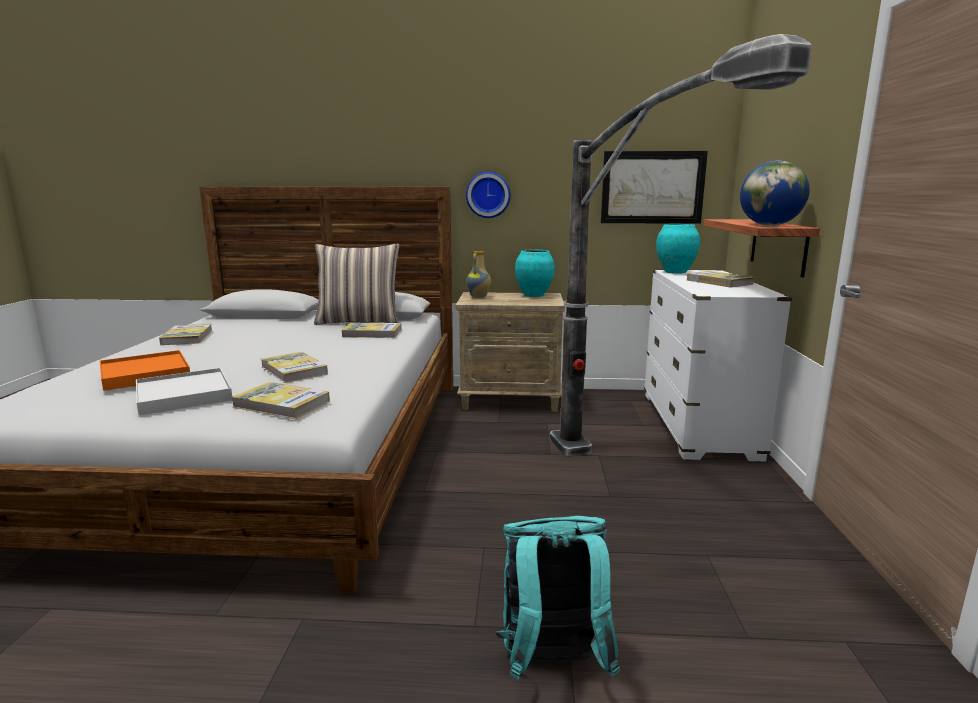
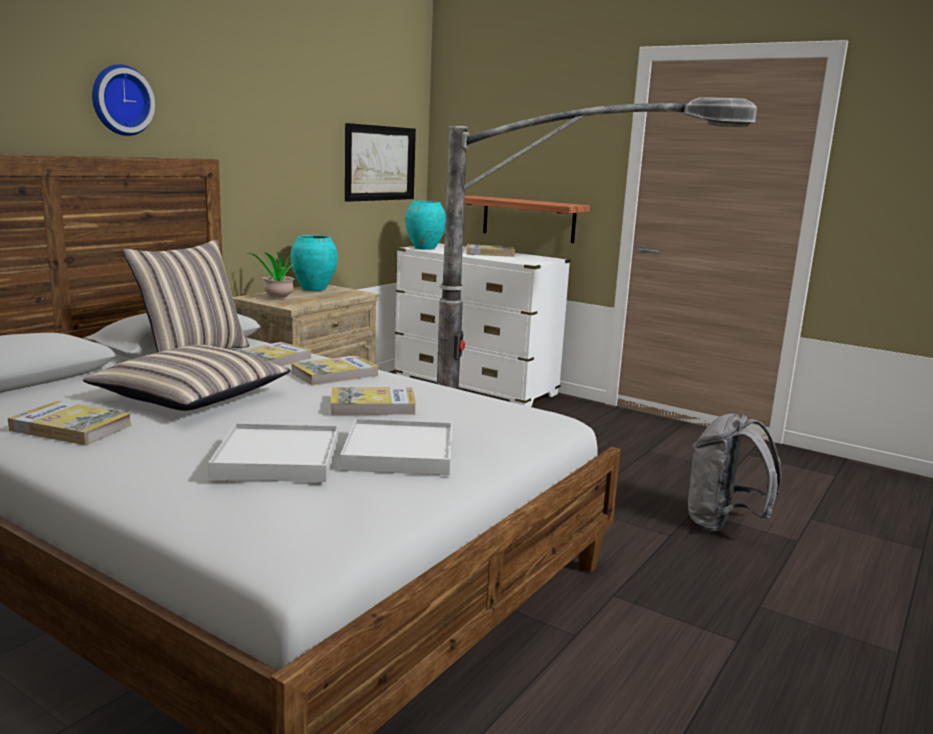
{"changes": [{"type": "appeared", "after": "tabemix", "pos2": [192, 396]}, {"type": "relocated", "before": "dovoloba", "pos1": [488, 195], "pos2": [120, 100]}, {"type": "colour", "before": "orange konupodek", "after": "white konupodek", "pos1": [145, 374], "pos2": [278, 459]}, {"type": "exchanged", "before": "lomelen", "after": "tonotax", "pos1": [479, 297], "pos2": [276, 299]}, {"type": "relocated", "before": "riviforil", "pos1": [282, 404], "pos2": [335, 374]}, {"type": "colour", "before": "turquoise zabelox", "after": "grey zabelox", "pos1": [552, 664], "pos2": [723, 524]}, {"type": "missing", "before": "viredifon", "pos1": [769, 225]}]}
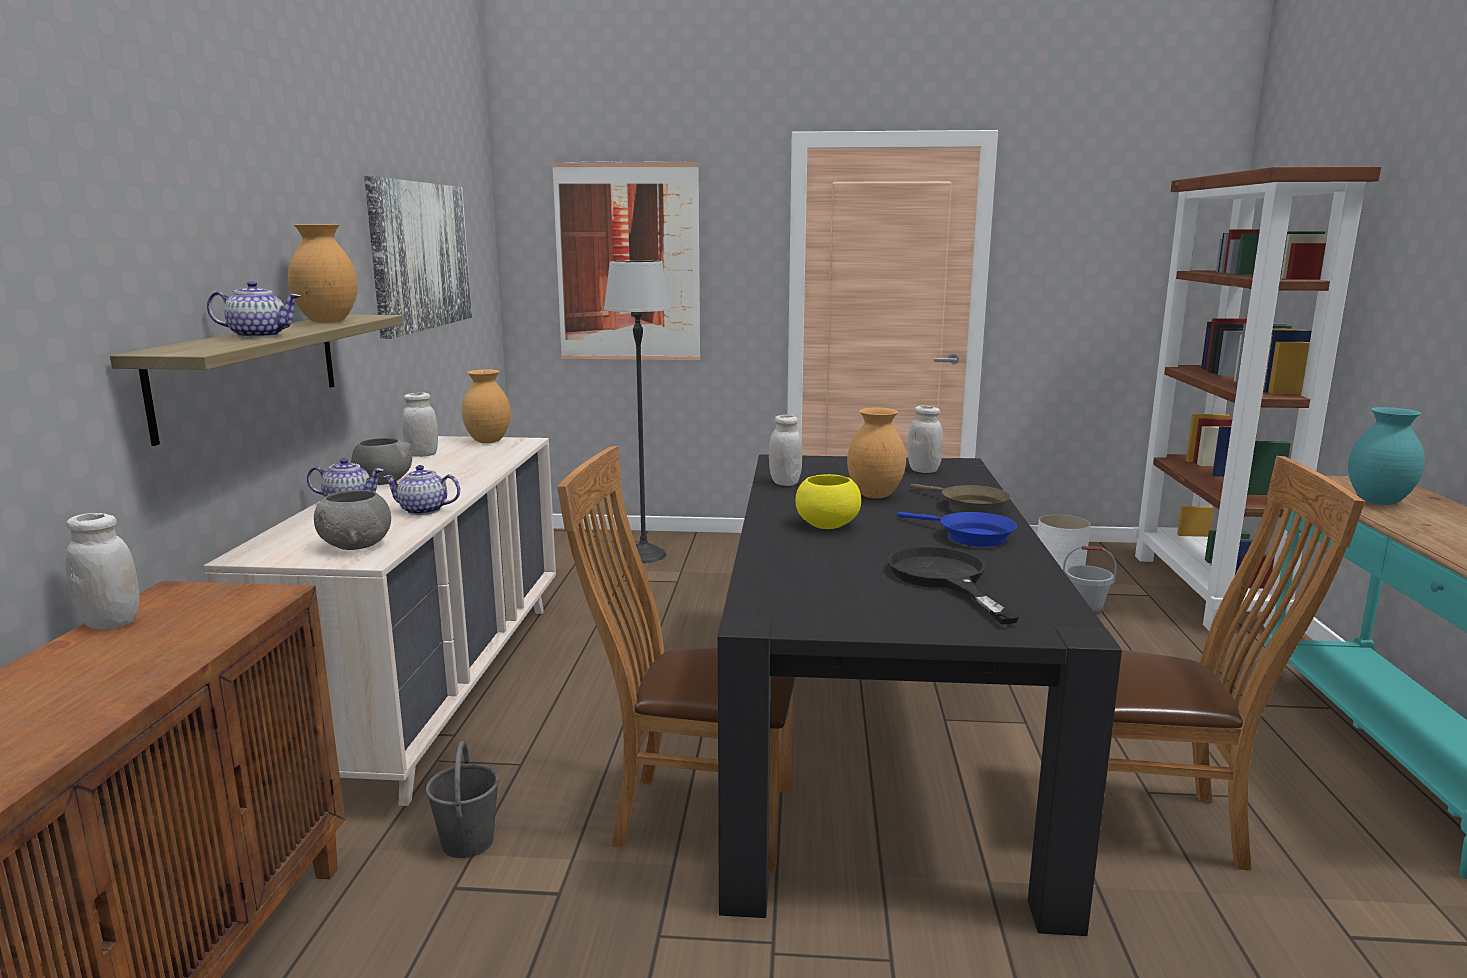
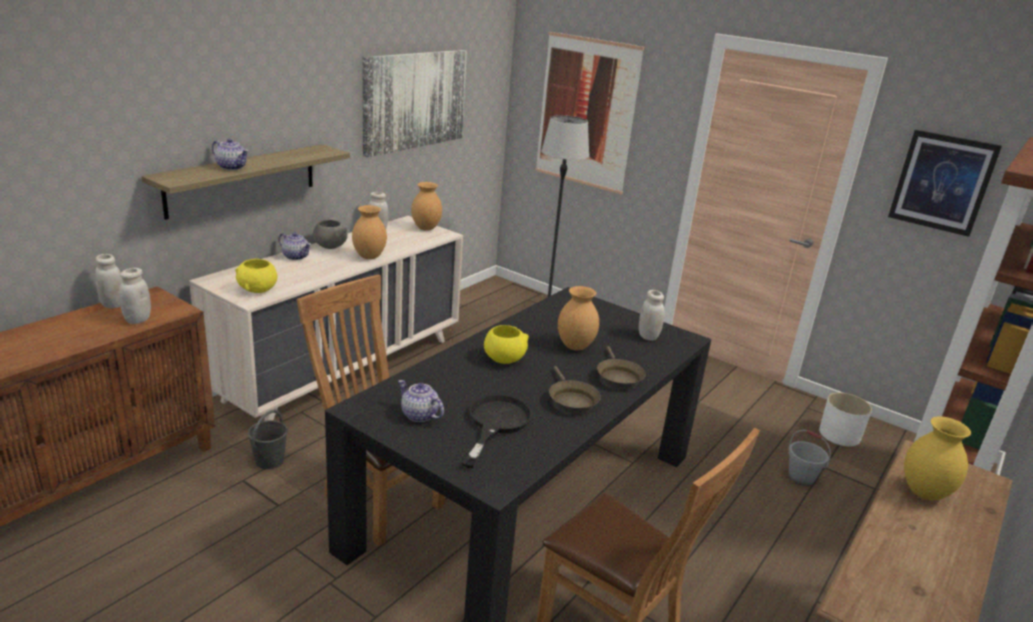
{"changes": [{"type": "relocated", "before": "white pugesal", "pos1": [785, 483], "pos2": [137, 319]}, {"type": "colour", "before": "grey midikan", "after": "yellow midikan", "pos1": [356, 546], "pos2": [258, 290]}, {"type": "relocated", "before": "brown lomelen", "pos1": [326, 322], "pos2": [368, 257]}, {"type": "relocated", "before": "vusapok", "pos1": [423, 510], "pos2": [419, 415]}, {"type": "colour", "before": "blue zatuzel", "after": "brown zatuzel", "pos1": [969, 536], "pos2": [571, 400]}, {"type": "appeared", "after": "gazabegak", "pos2": [942, 182]}, {"type": "colour", "before": "turquoise lomelen", "after": "yellow lomelen", "pos1": [1379, 502], "pos2": [925, 494]}]}
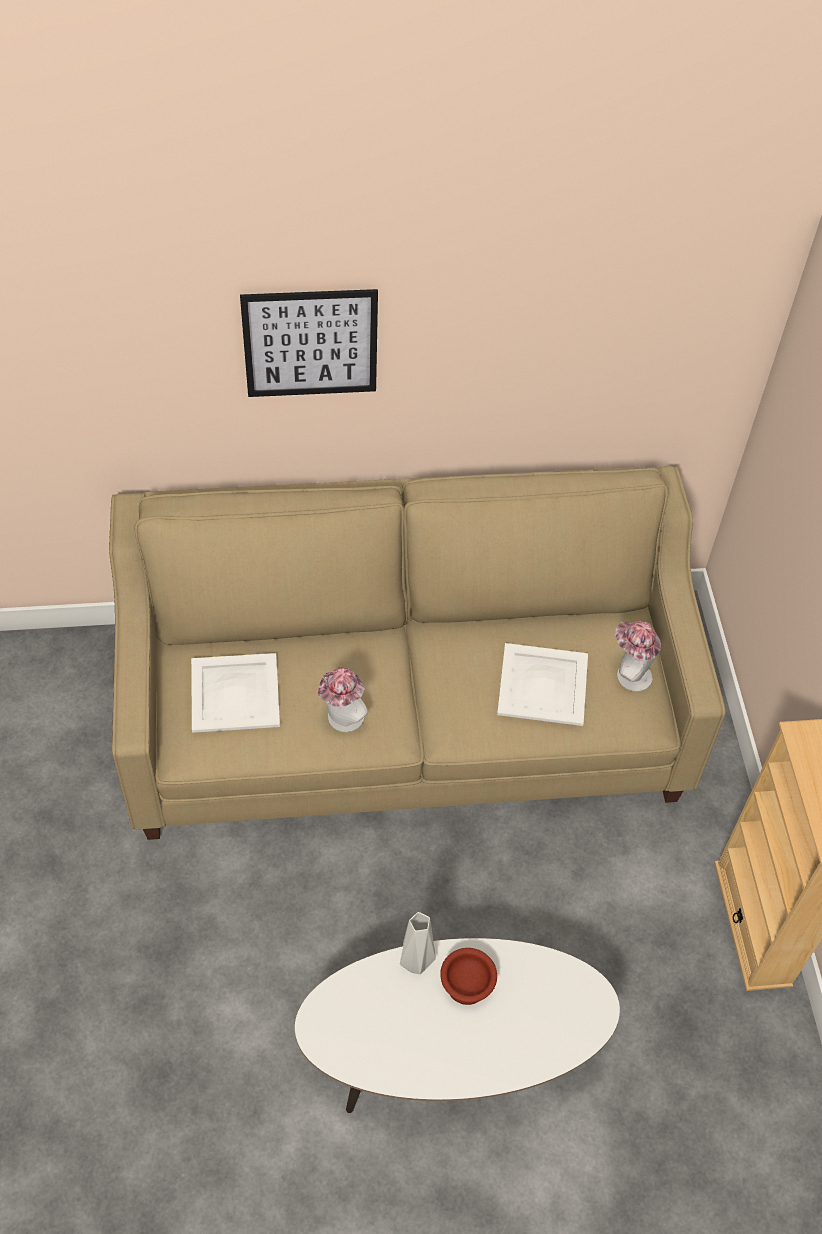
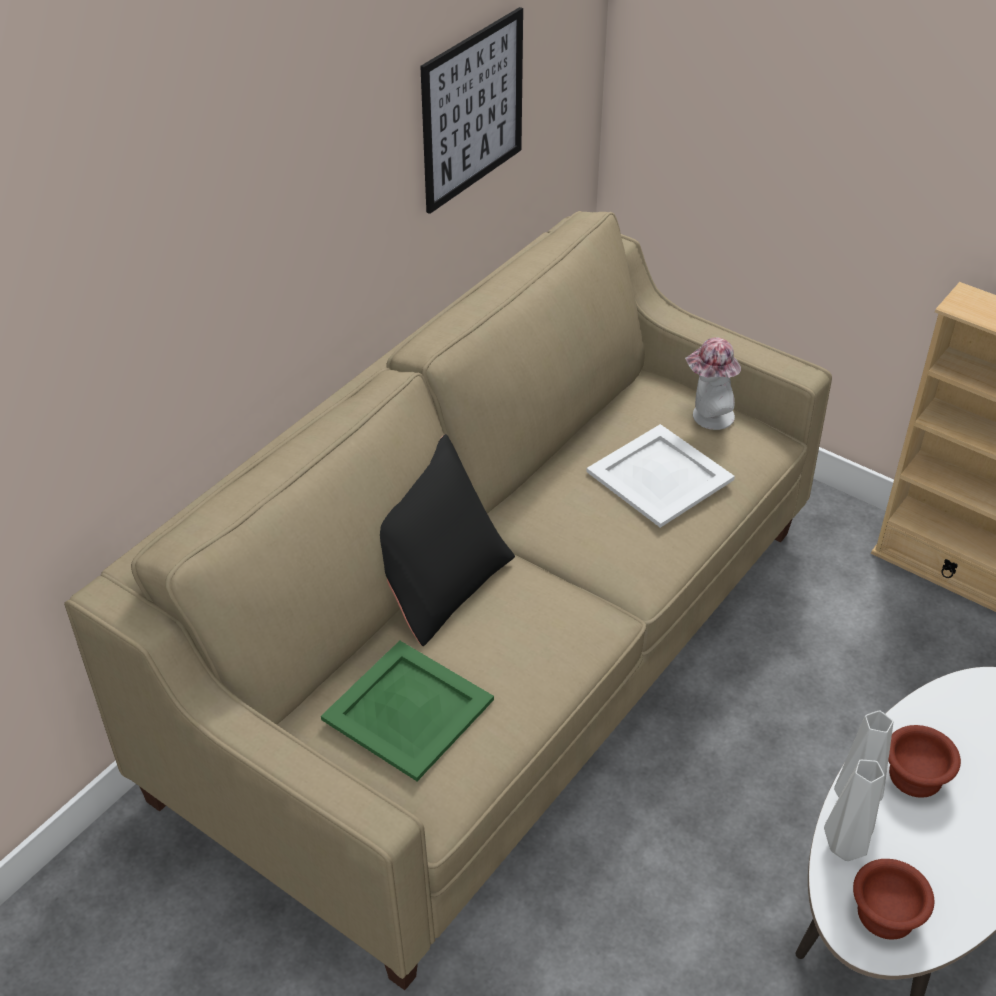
{"changes": [{"type": "colour", "before": "white konupodek", "after": "green konupodek", "pos1": [236, 692], "pos2": [408, 708]}, {"type": "appeared", "after": "black tabemix", "pos2": [436, 581]}, {"type": "relocated", "before": "gazabegak", "pos1": [310, 343], "pos2": [472, 110]}, {"type": "appeared", "after": "grey lomelen", "pos2": [844, 849]}, {"type": "appeared", "after": "brown midikan", "pos2": [884, 915]}, {"type": "missing", "before": "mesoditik", "pos1": [342, 720]}]}
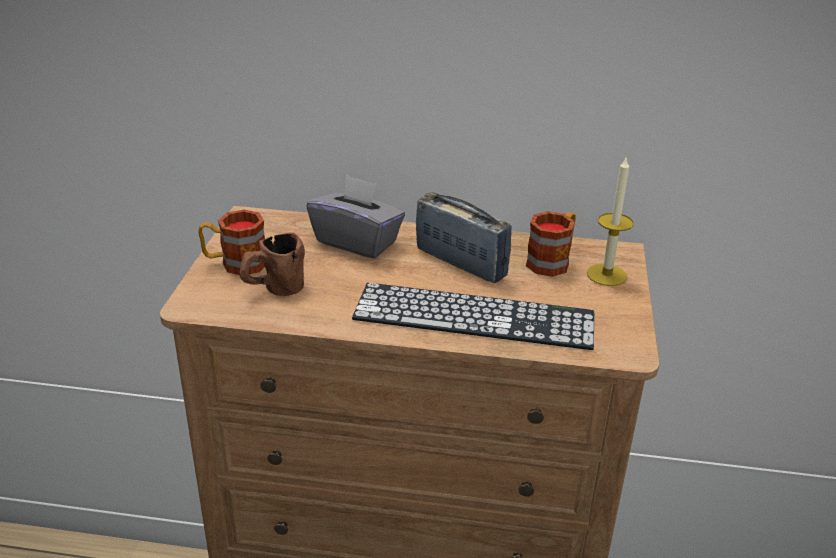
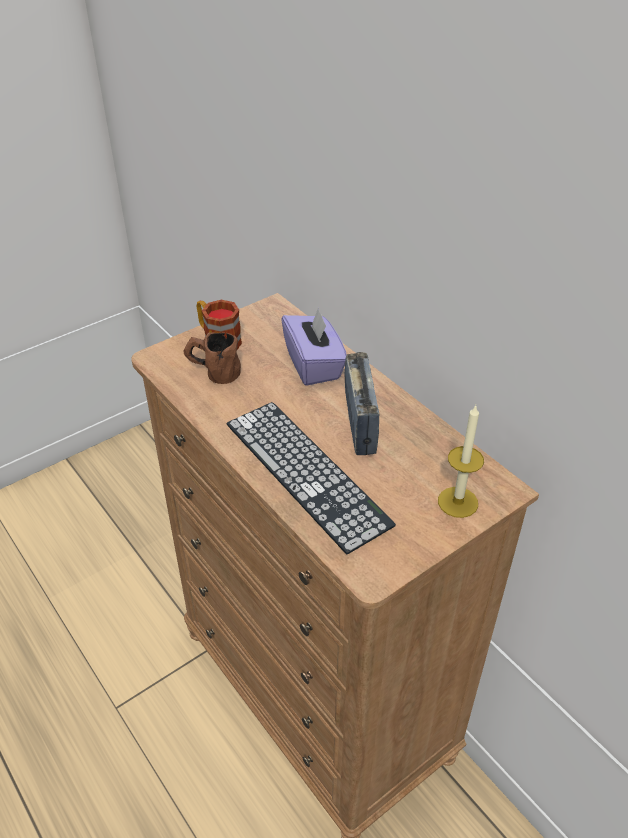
{"changes": [{"type": "colour", "before": "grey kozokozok", "after": "purple kozokozok", "pos1": [357, 242], "pos2": [314, 365]}, {"type": "missing", "before": "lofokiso", "pos1": [552, 261]}]}
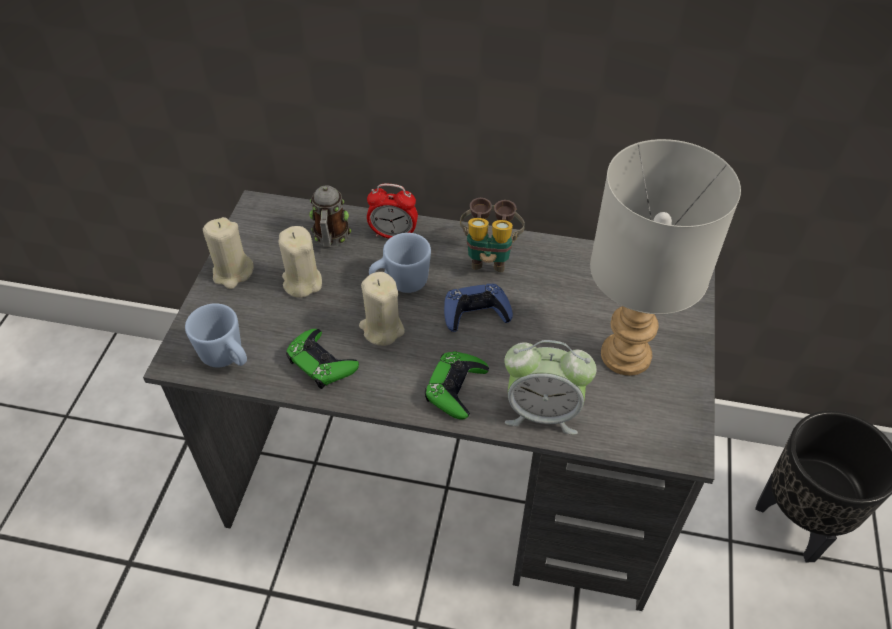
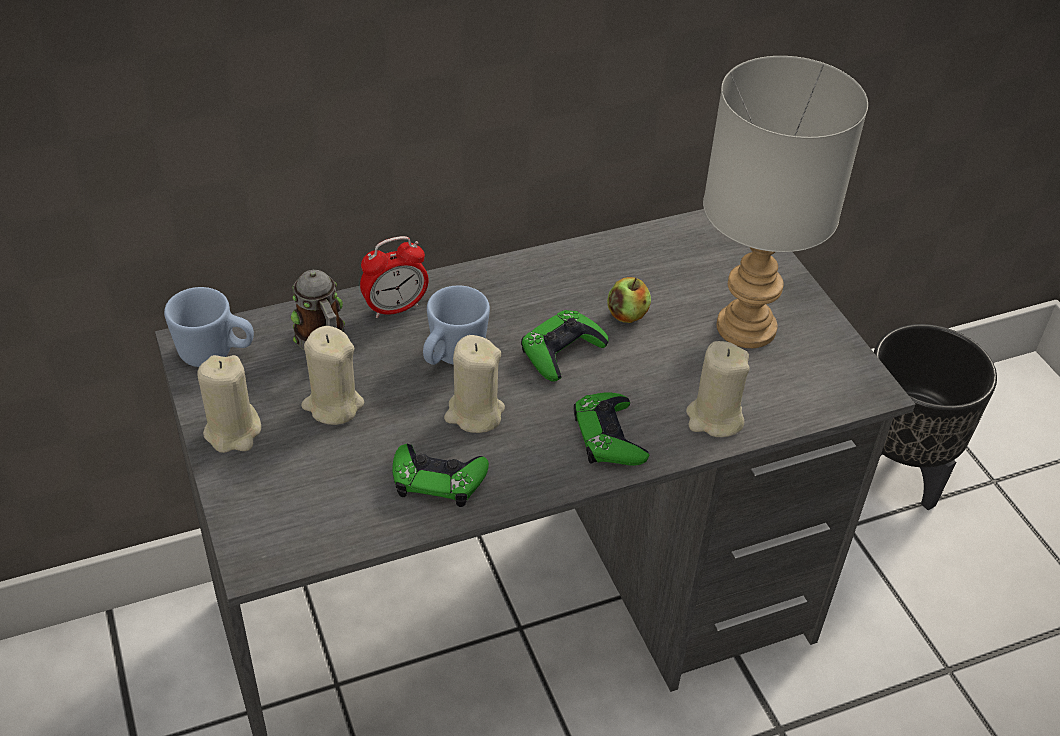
{"changes": [{"type": "relocated", "before": "blue lofokiso", "pos1": [227, 358], "pos2": [216, 354]}, {"type": "colour", "before": "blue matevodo", "after": "green matevodo", "pos1": [476, 312], "pos2": [562, 351]}, {"type": "appeared", "after": "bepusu", "pos2": [627, 315]}, {"type": "exchanged", "before": "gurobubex", "after": "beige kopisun", "pos1": [542, 412], "pos2": [714, 418]}, {"type": "missing", "before": "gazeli", "pos1": [489, 256]}]}
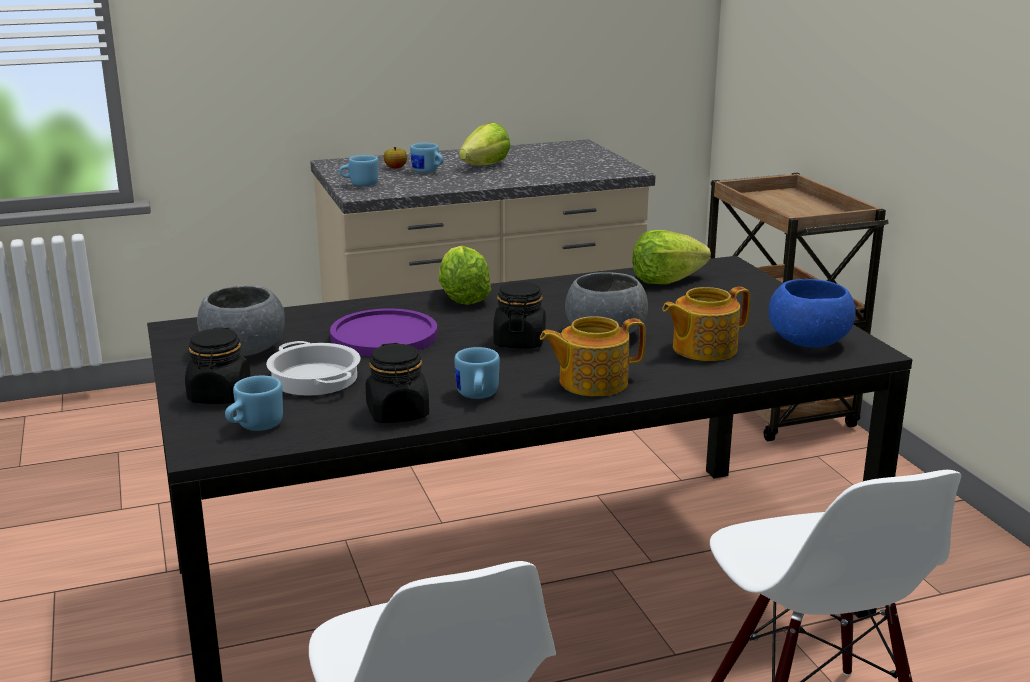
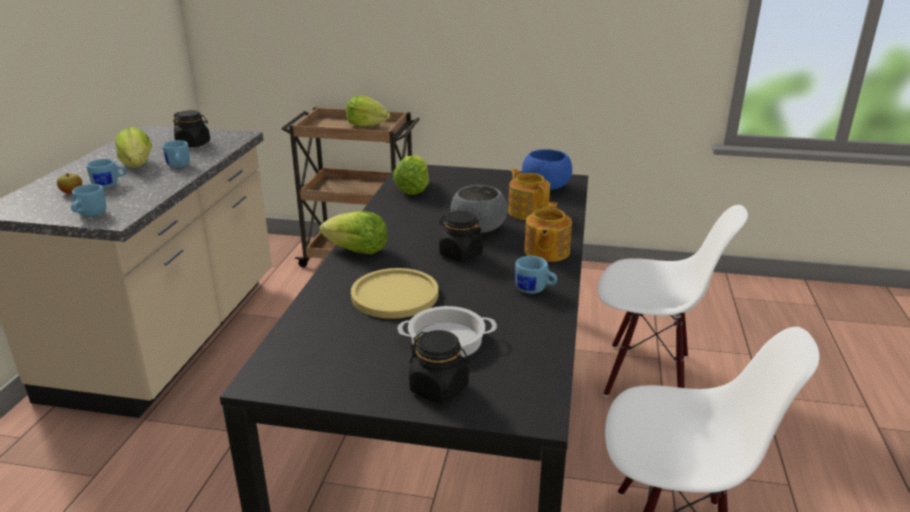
{"changes": [{"type": "relocated", "before": "blue lofokiso", "pos1": [254, 427], "pos2": [178, 166]}, {"type": "relocated", "before": "black pugesal", "pos1": [398, 413], "pos2": [193, 144]}, {"type": "appeared", "after": "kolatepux", "pos2": [367, 125]}, {"type": "colour", "before": "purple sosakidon", "after": "yellow sosakidon", "pos1": [384, 336], "pos2": [395, 295]}, {"type": "spun", "before": "vusapok", "pos1": [702, 349], "pos2": [528, 211], "turn": 150}, {"type": "missing", "before": "grey midikan", "pos1": [243, 350]}]}
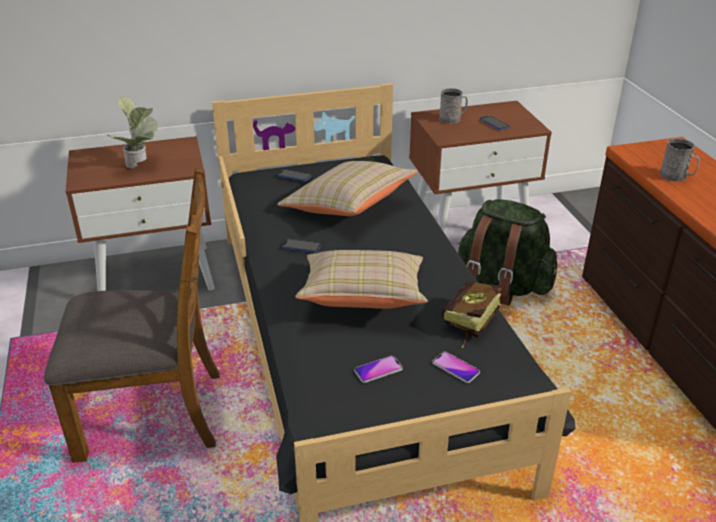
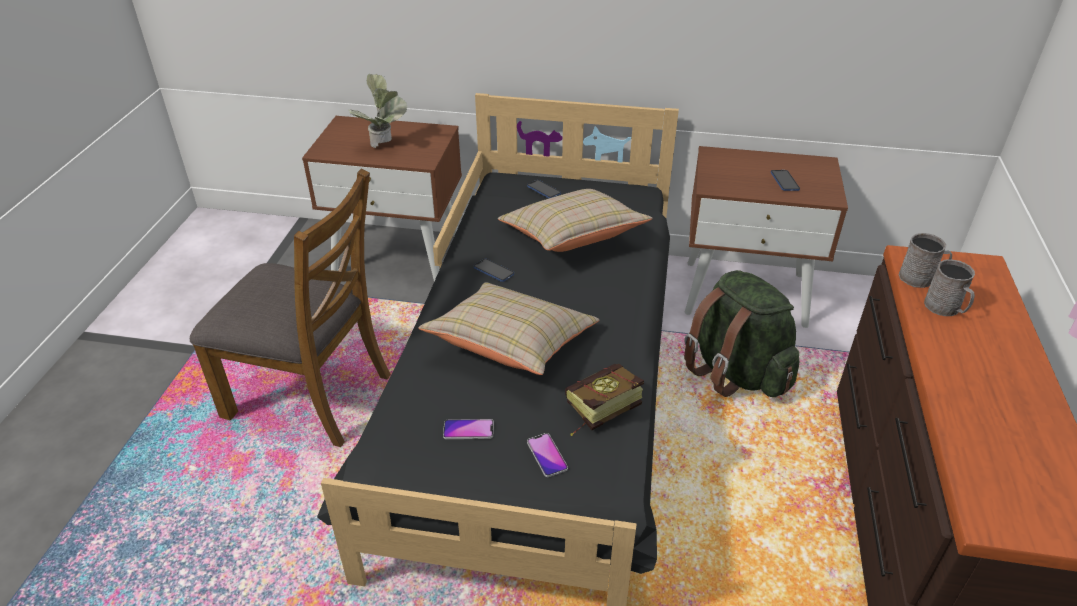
{"changes": [{"type": "relocated", "before": "grey lofokiso", "pos1": [452, 118], "pos2": [920, 278]}]}
